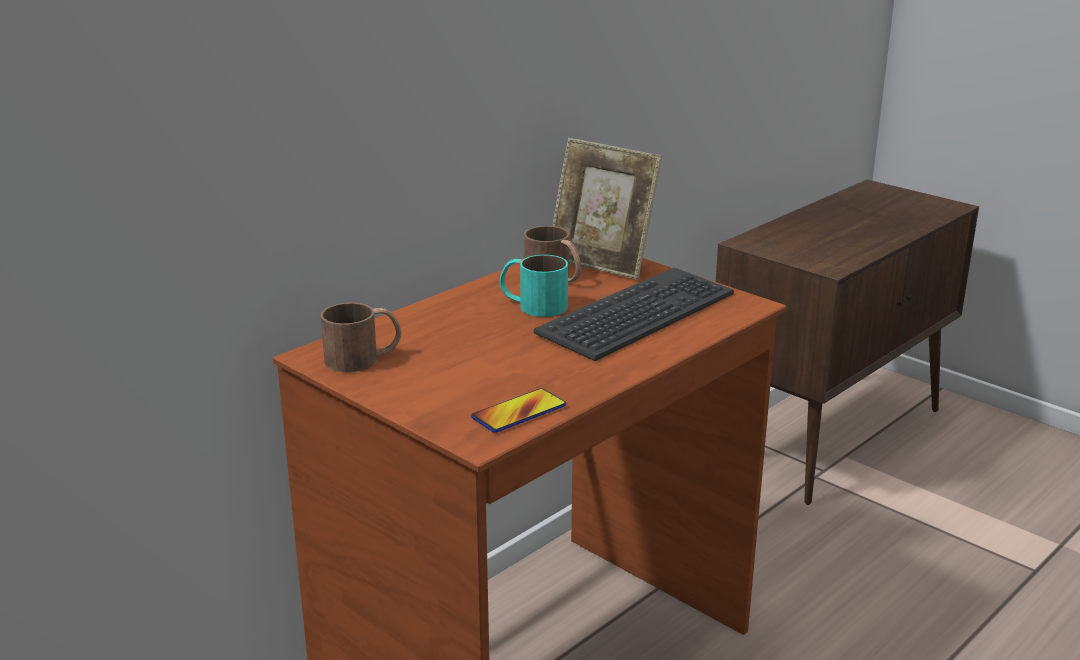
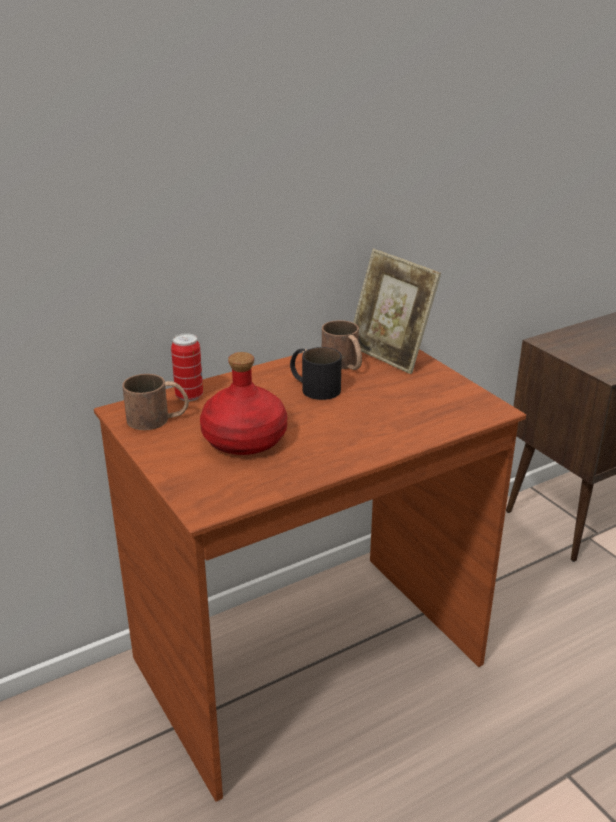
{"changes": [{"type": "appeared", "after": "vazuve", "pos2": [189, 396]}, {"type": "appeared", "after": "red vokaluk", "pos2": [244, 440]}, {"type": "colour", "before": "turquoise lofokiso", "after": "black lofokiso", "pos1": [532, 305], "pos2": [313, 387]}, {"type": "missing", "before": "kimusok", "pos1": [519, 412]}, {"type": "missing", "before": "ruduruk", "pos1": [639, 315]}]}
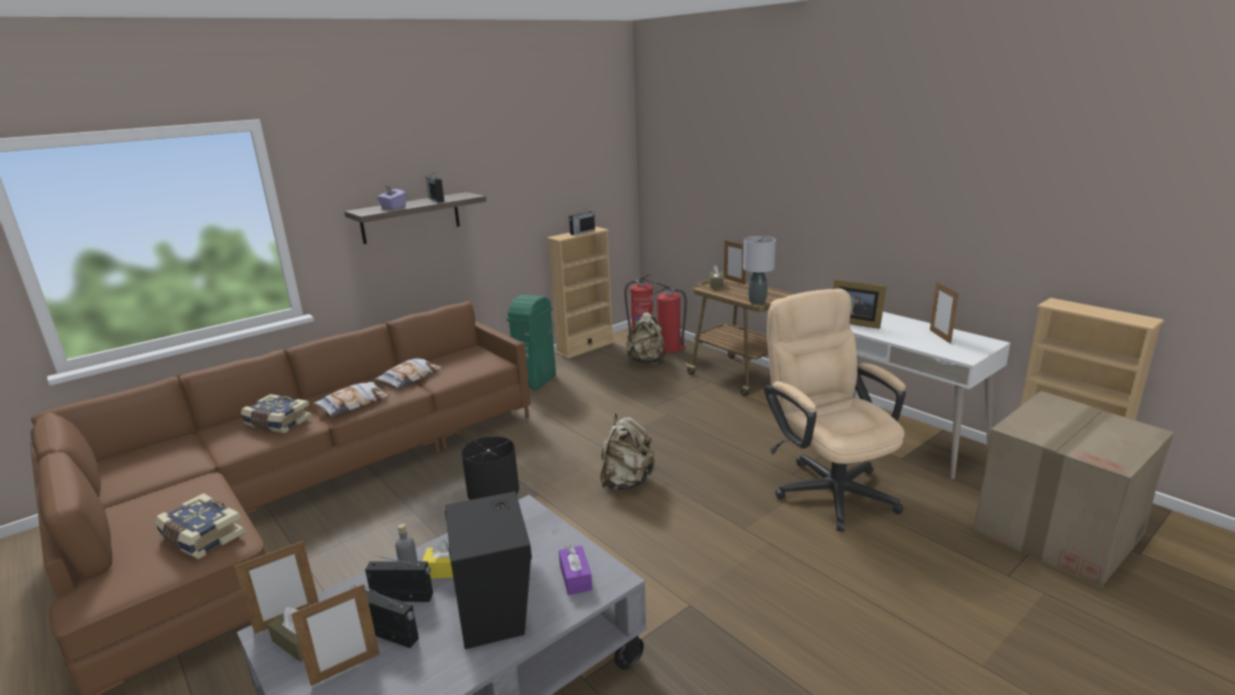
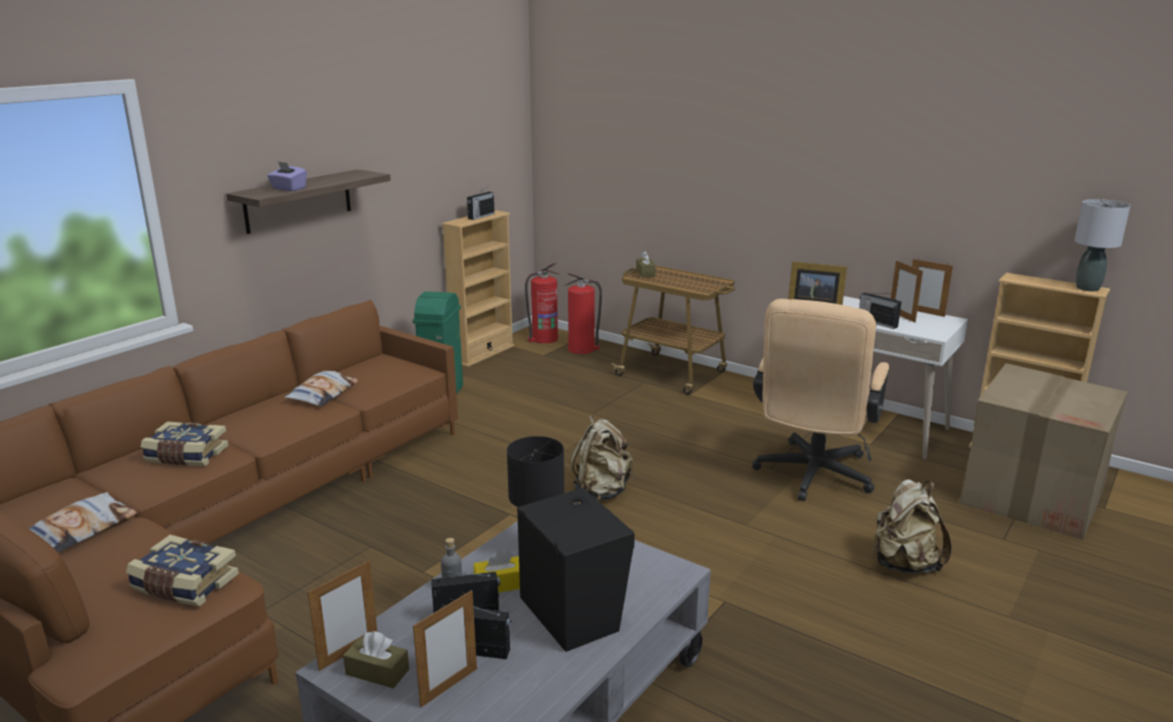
{"changes": [{"type": "relocated", "before": "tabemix", "pos1": [353, 403], "pos2": [81, 530]}, {"type": "spun", "before": "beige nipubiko", "pos1": [828, 487], "pos2": [811, 477], "turn": -120}, {"type": "relocated", "before": "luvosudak", "pos1": [436, 199], "pos2": [877, 323]}, {"type": "relocated", "before": "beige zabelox", "pos1": [647, 361], "pos2": [904, 564]}, {"type": "relocated", "before": "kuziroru", "pos1": [734, 281], "pos2": [925, 312]}, {"type": "relocated", "before": "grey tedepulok", "pos1": [757, 301], "pos2": [1087, 288]}, {"type": "missing", "before": "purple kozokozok", "pos1": [575, 577]}]}
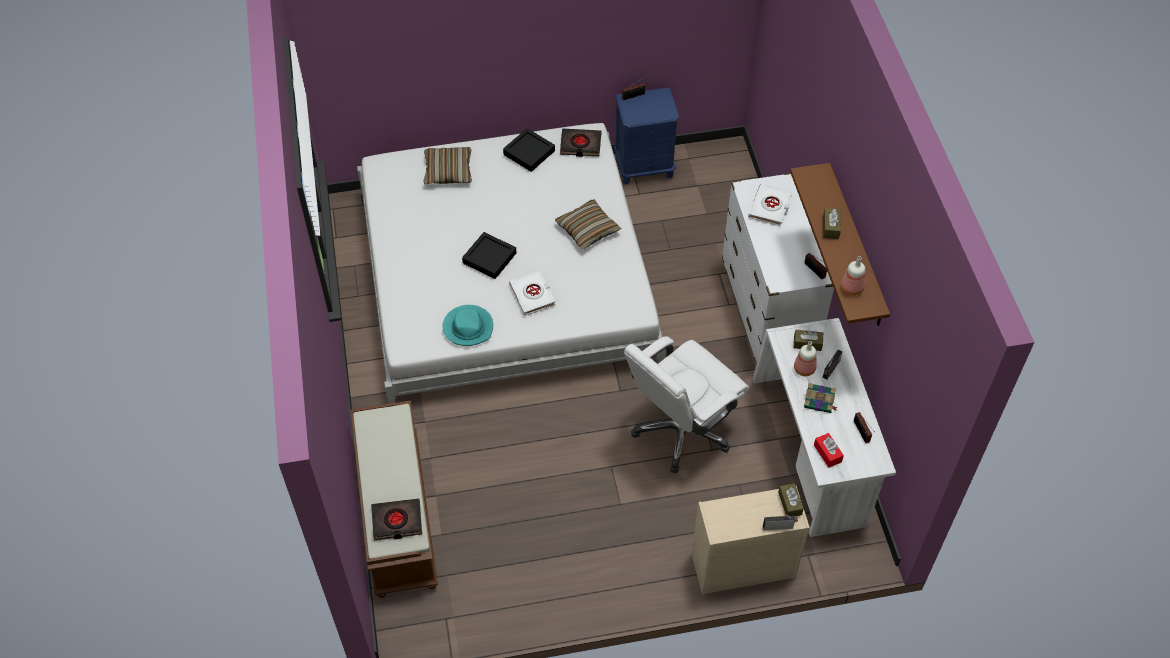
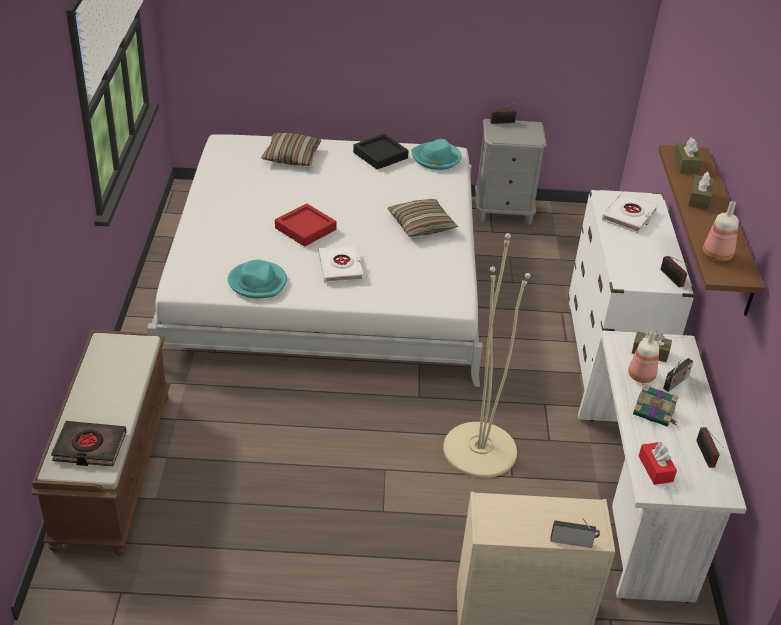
{"changes": [{"type": "colour", "before": "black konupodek", "after": "red konupodek", "pos1": [489, 258], "pos2": [305, 229]}, {"type": "exchanged", "before": "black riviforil", "after": "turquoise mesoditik", "pos1": [580, 145], "pos2": [436, 158]}, {"type": "exchanged", "before": "white nipubiko", "after": "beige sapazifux", "pos1": [681, 430], "pos2": [480, 450]}, {"type": "colour", "before": "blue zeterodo", "after": "grey zeterodo", "pos1": [644, 167], "pos2": [503, 212]}, {"type": "relocated", "before": "brown kozokozok", "pos1": [790, 503], "pos2": [685, 164]}]}
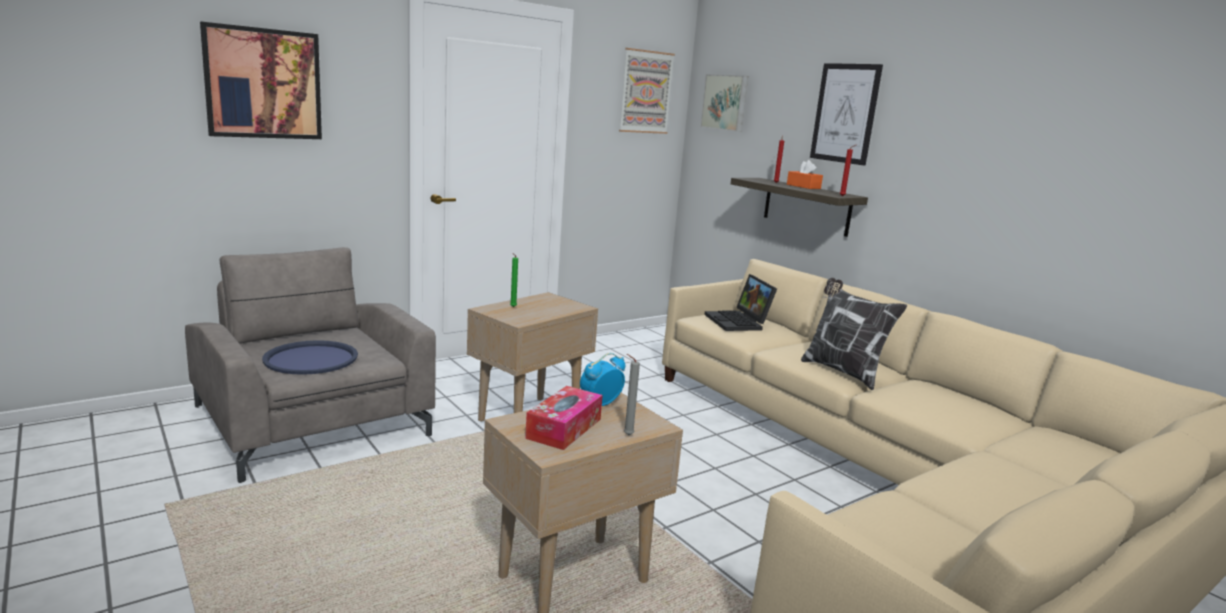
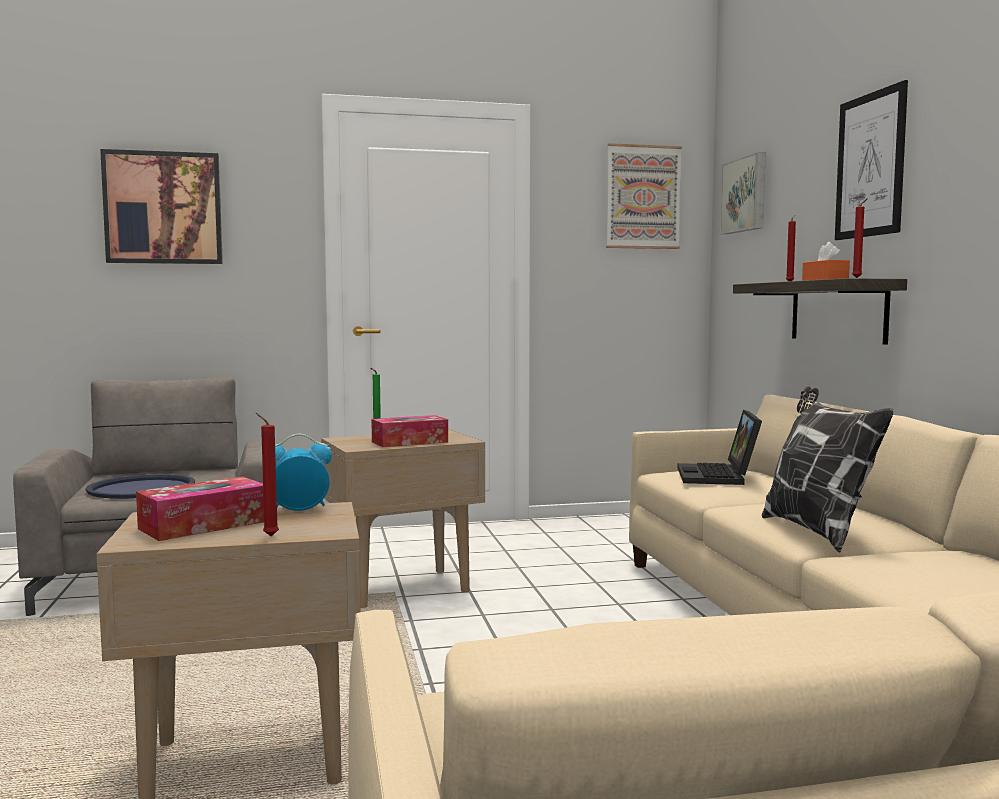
{"changes": [{"type": "colour", "before": "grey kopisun", "after": "red kopisun", "pos1": [626, 435], "pos2": [268, 536]}, {"type": "appeared", "after": "kozokozok", "pos2": [410, 442]}]}
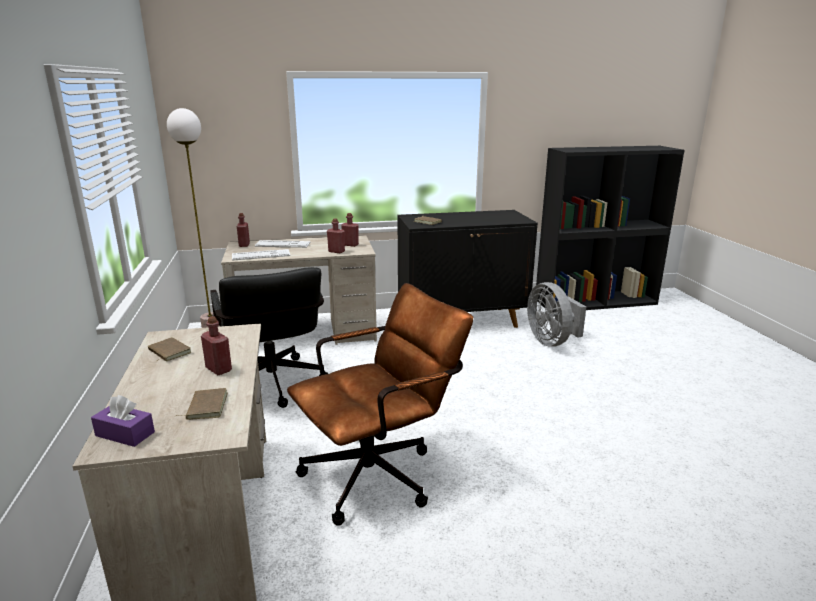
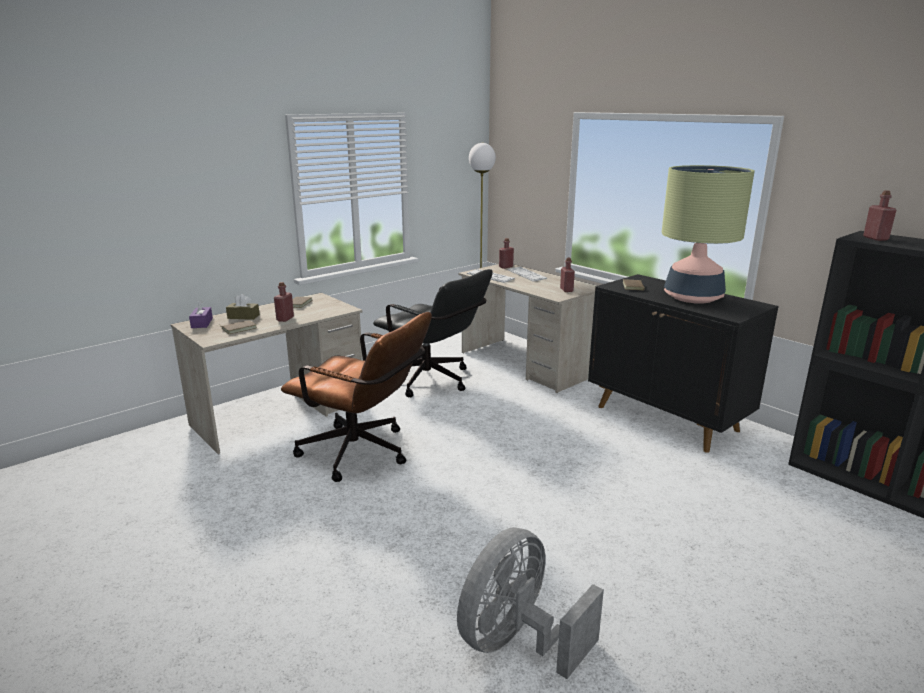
{"changes": [{"type": "appeared", "after": "brown kozokozok", "pos2": [243, 316]}, {"type": "spun", "before": "black nipubiko", "pos1": [274, 387], "pos2": [433, 382], "turn": -90}, {"type": "relocated", "before": "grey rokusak", "pos1": [551, 341], "pos2": [518, 642]}, {"type": "appeared", "after": "tedepulok", "pos2": [692, 297]}, {"type": "relocated", "before": "red vokaluk", "pos1": [336, 251], "pos2": [875, 238]}]}
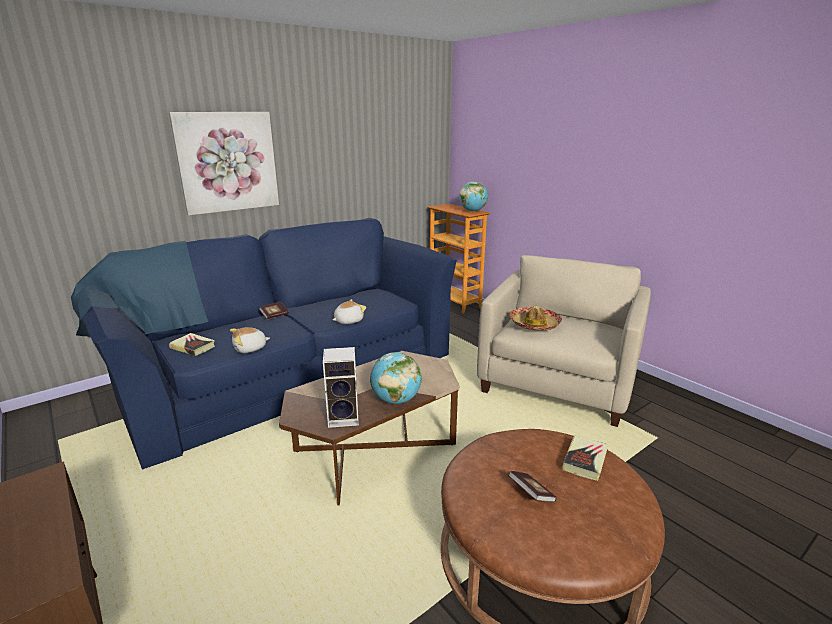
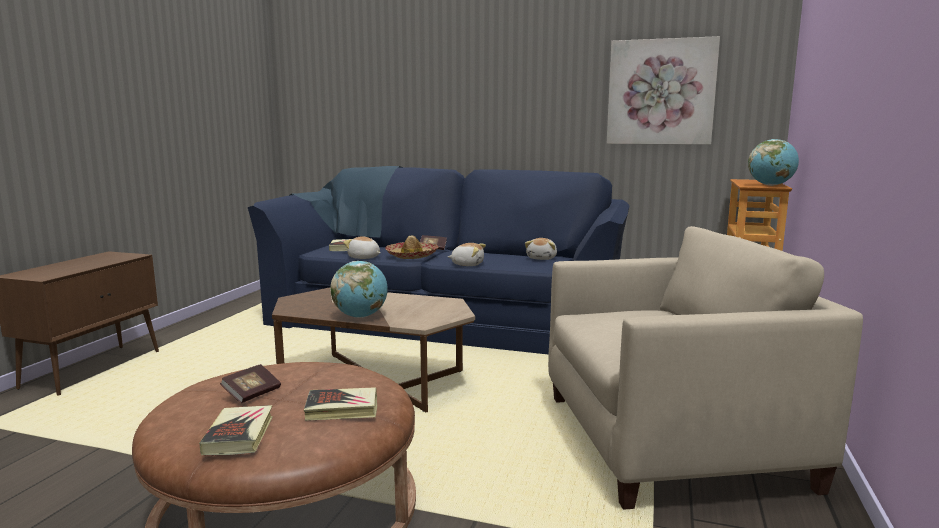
{"changes": [{"type": "appeared", "after": "riviforil", "pos2": [239, 435]}, {"type": "relocated", "before": "mesoditik", "pos1": [534, 324], "pos2": [412, 256]}, {"type": "appeared", "after": "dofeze", "pos2": [542, 258]}, {"type": "relocated", "before": "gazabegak", "pos1": [227, 162], "pos2": [660, 92]}, {"type": "missing", "before": "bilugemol", "pos1": [345, 417]}]}
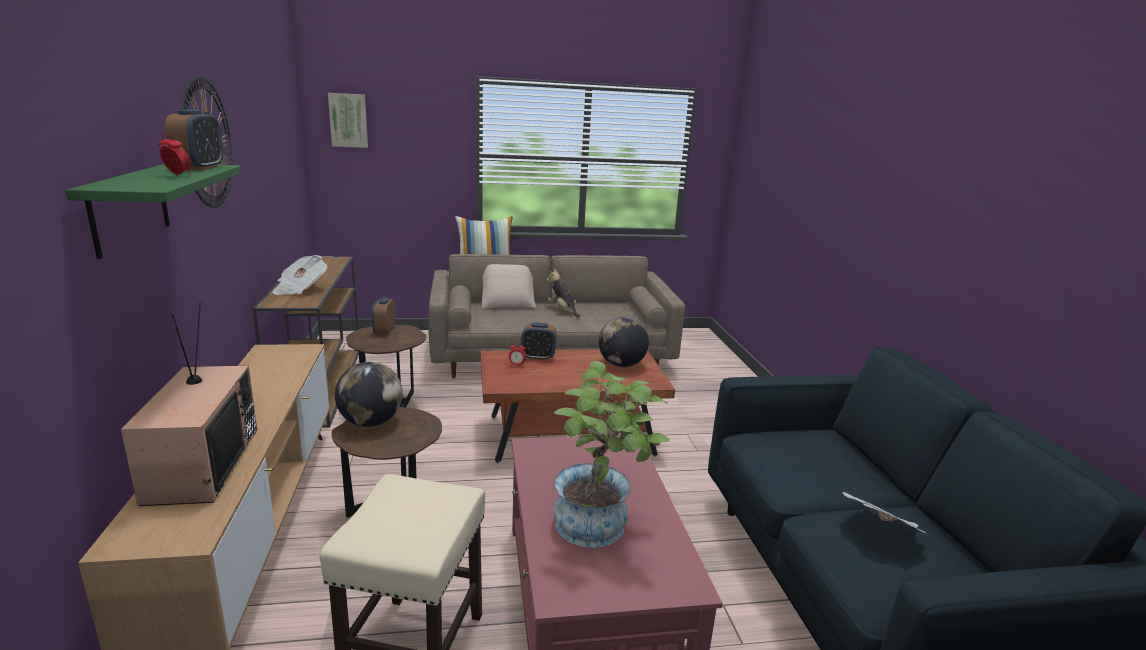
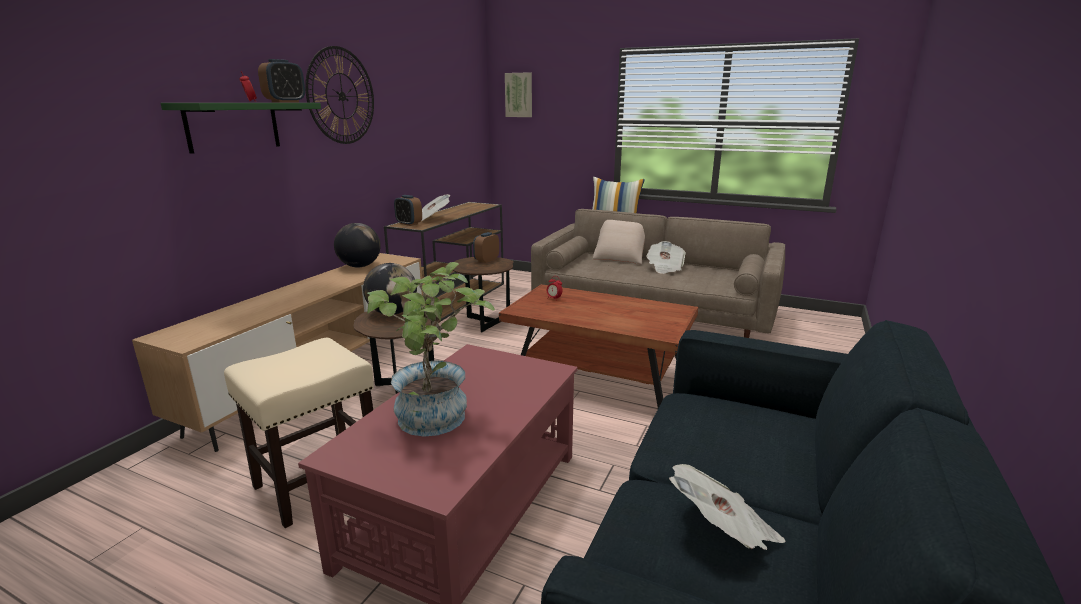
{"changes": [{"type": "relocated", "before": "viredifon", "pos1": [621, 365], "pos2": [359, 266]}, {"type": "relocated", "before": "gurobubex", "pos1": [538, 357], "pos2": [409, 224]}, {"type": "exchanged", "before": "dofeze", "after": "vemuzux", "pos1": [562, 310], "pos2": [664, 268]}, {"type": "missing", "before": "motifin", "pos1": [201, 463]}]}
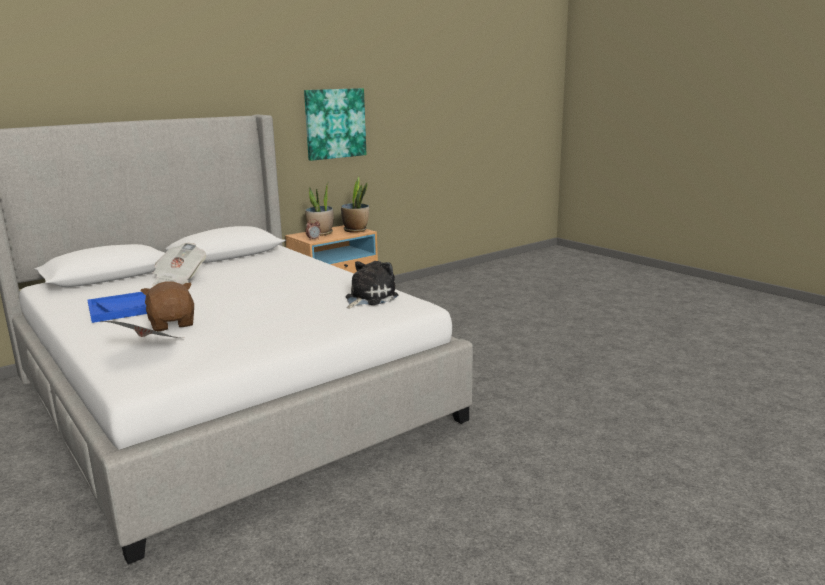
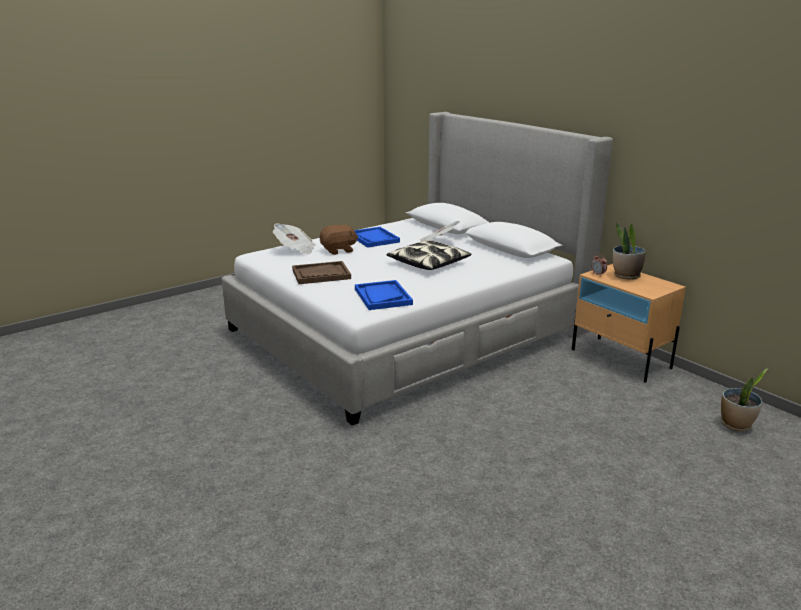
{"changes": [{"type": "appeared", "after": "brown konupodek", "pos2": [321, 274]}, {"type": "exchanged", "before": "dofeze", "after": "blue konupodek", "pos1": [368, 298], "pos2": [382, 297]}, {"type": "appeared", "after": "tabemix", "pos2": [428, 263]}, {"type": "relocated", "before": "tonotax", "pos1": [356, 230], "pos2": [736, 424]}, {"type": "missing", "before": "gazabegak", "pos1": [335, 123]}]}
